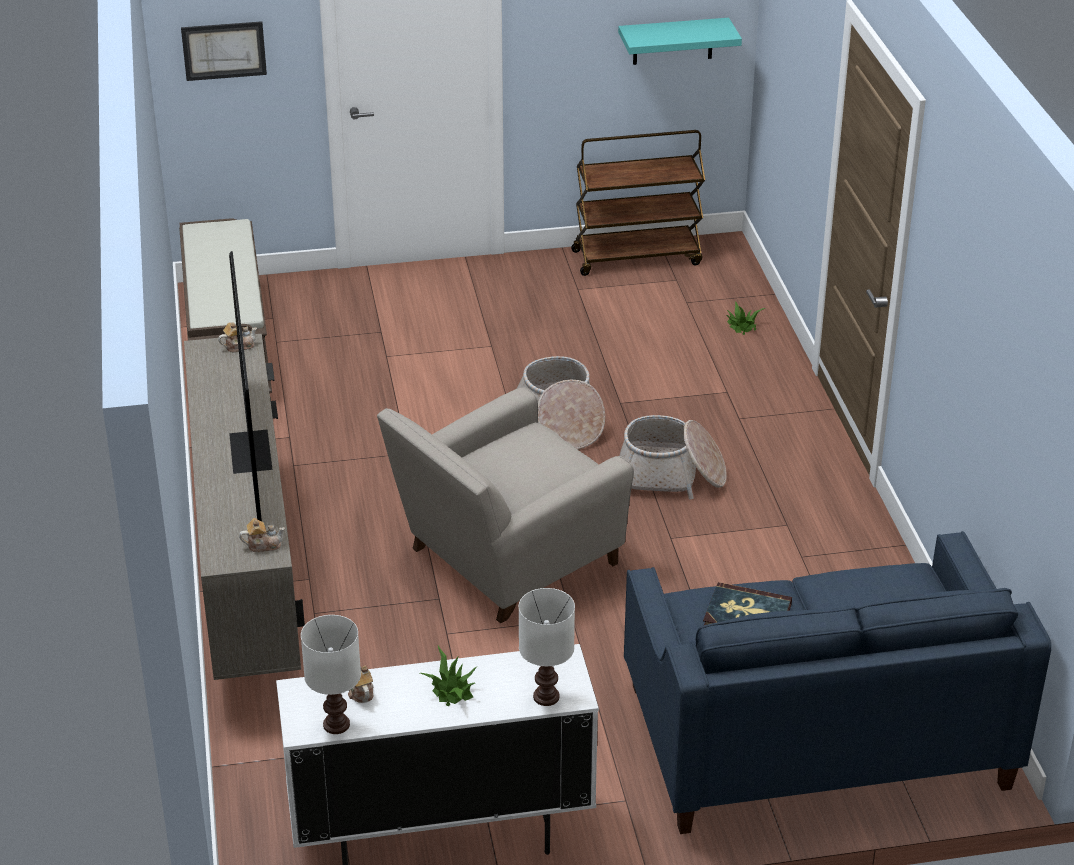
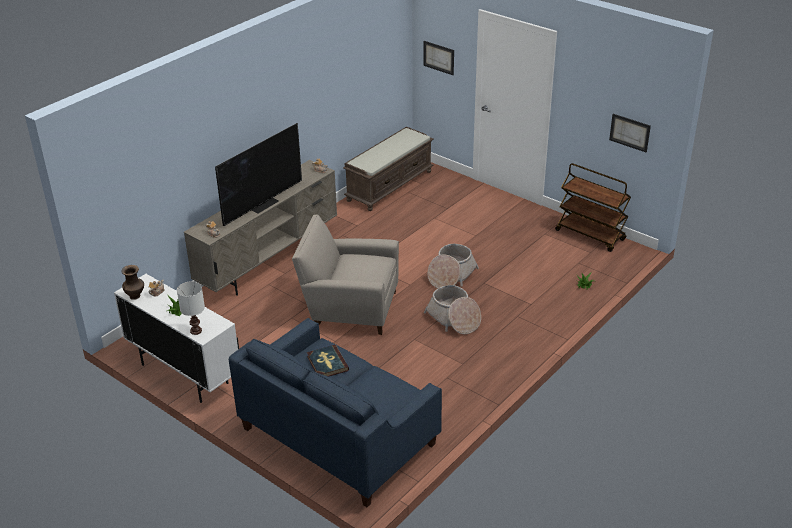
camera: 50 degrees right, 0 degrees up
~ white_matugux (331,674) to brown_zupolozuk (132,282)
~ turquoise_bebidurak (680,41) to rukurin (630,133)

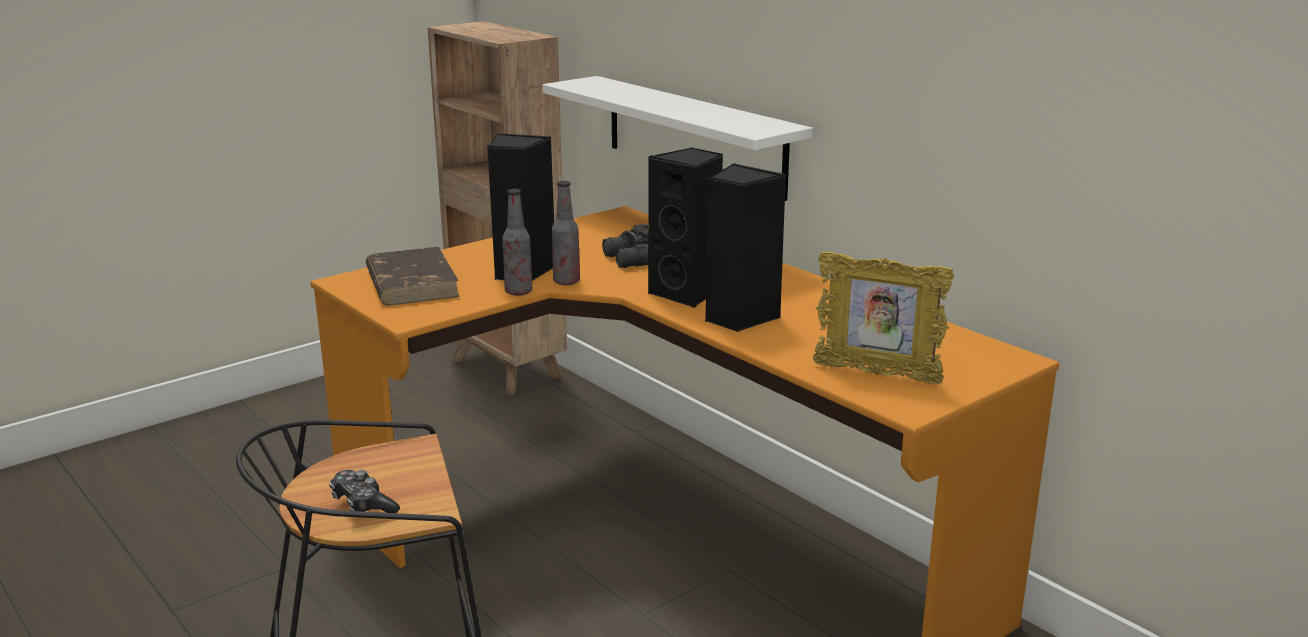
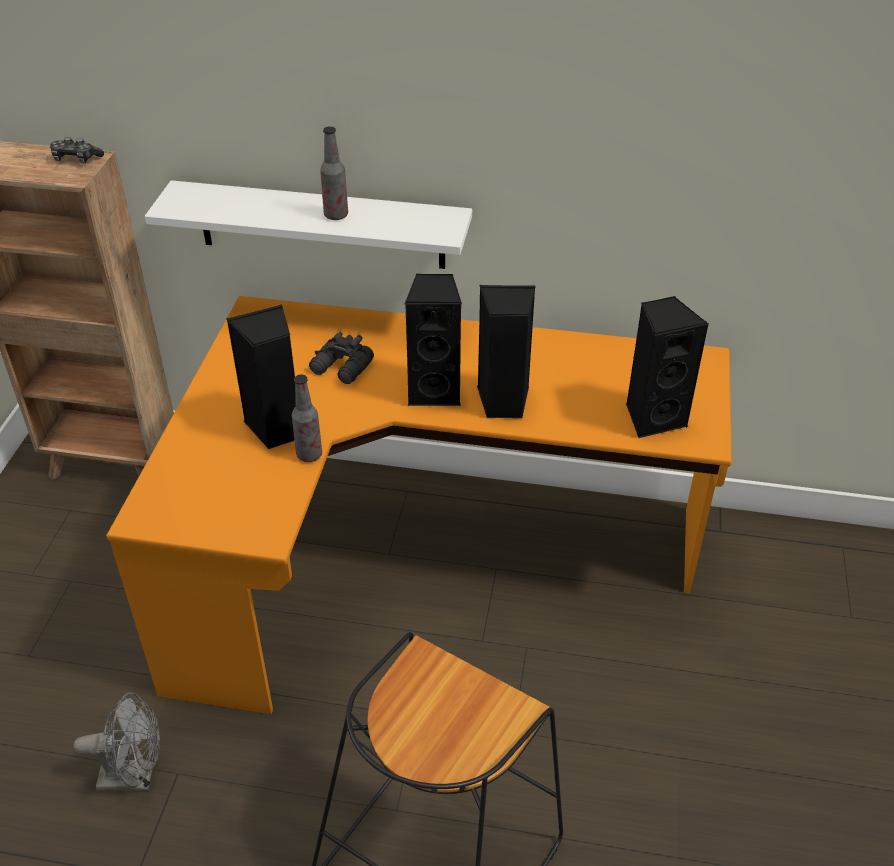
camera: 40 degrees left, 20 degrees up
~ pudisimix (364,491) to (77,150)
+ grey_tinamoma (117,741)
~ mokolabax (566,233) to (334,173)
~ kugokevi (883,317) to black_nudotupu (667,367)
- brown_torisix (413,276)

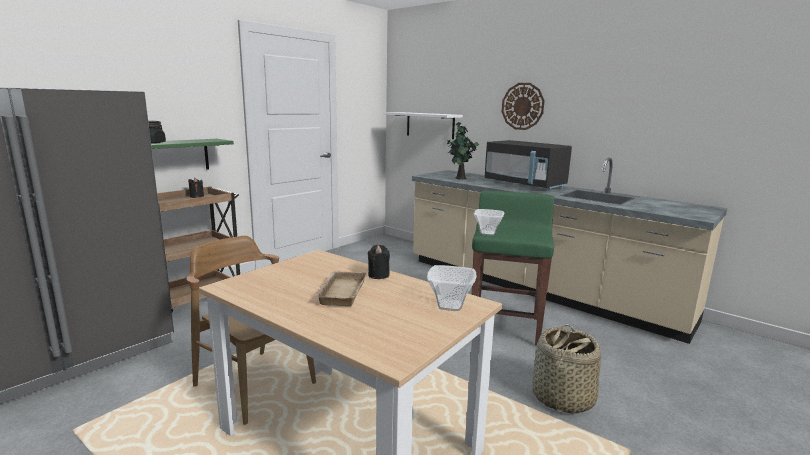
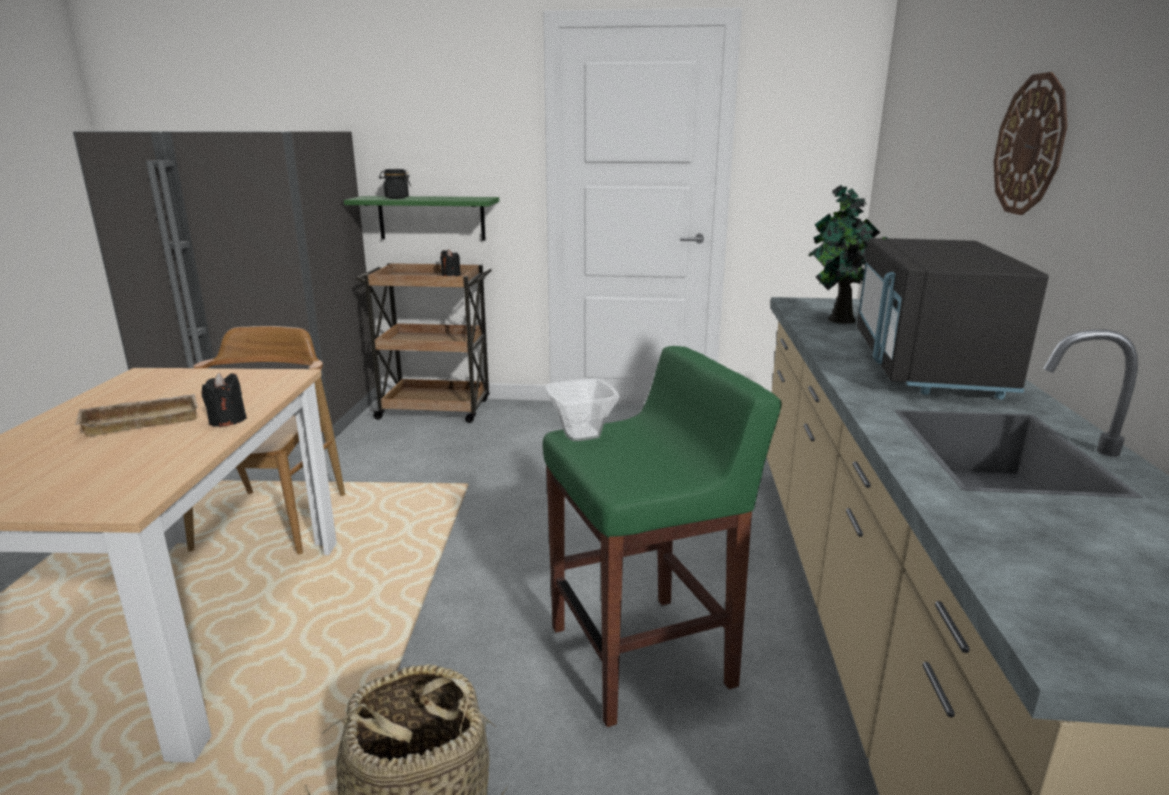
camera: 55 degrees right, 5 degrees up
- white_bebidurak (424,125)
- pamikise (452,288)

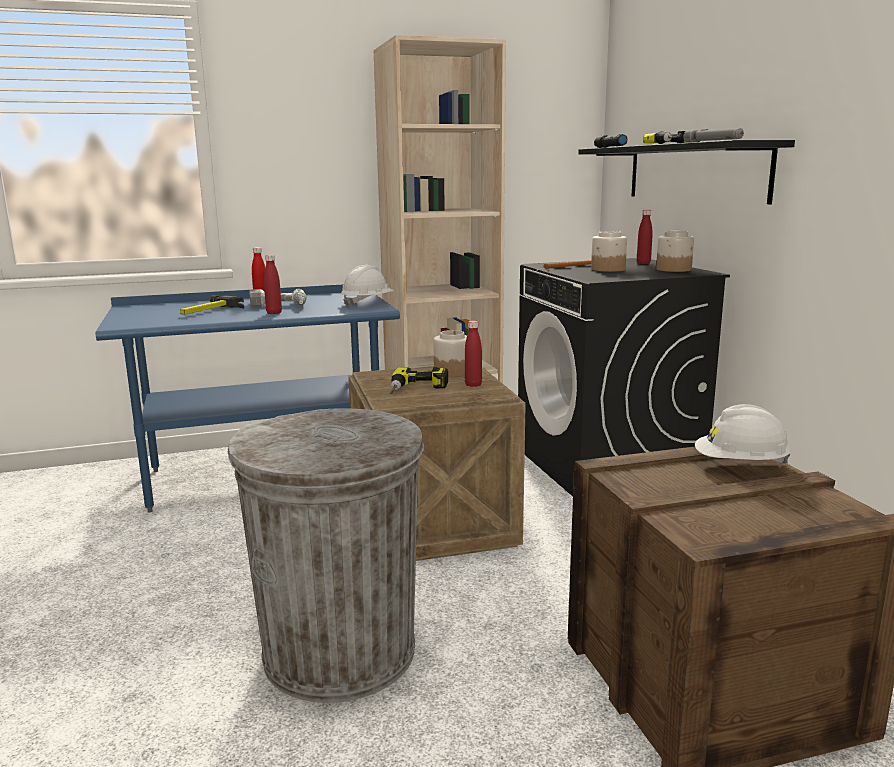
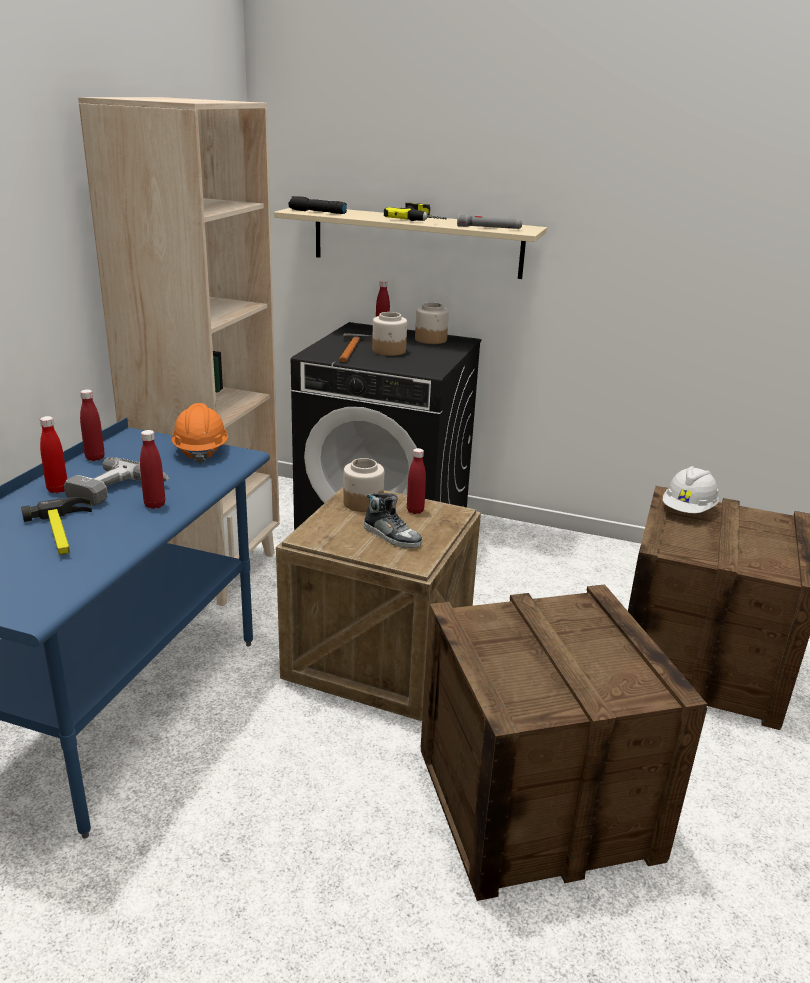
camera: 55 degrees left, 10 degrees up
+ red_mokolabax (92,425)
~ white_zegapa (367,286) to orange_zegapa (200,433)
~ black_bebidurak (686,172) to beige_bebidurak (410,243)
~ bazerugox (419,380) to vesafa (393,520)
~ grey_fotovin (326,555) to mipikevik (564,743)

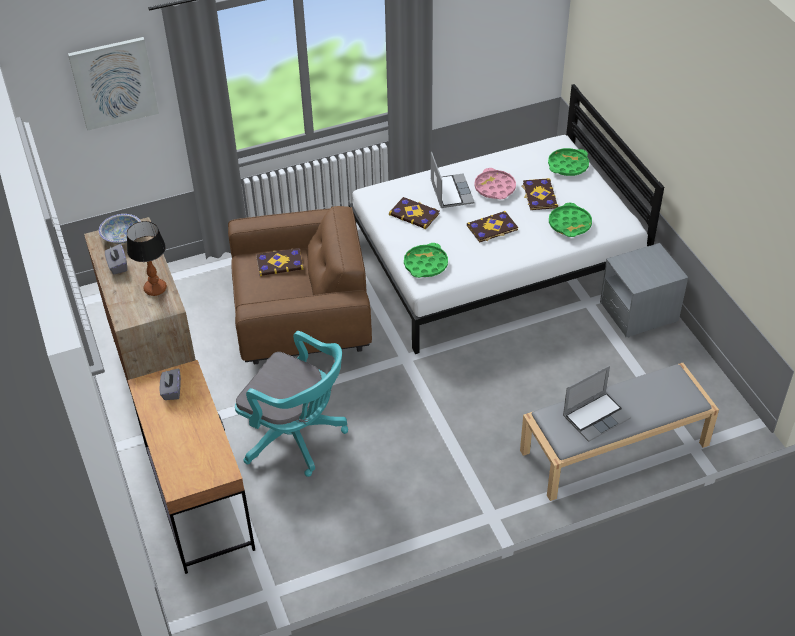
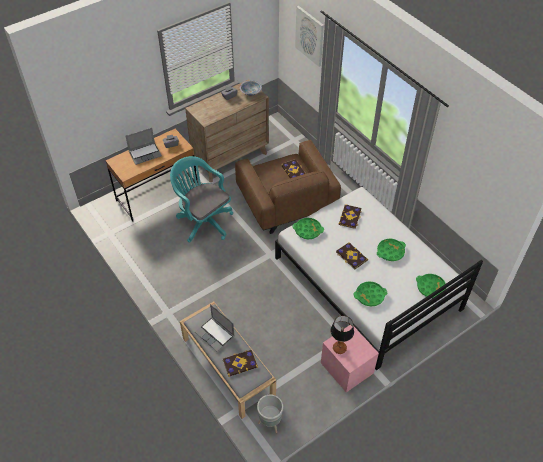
camera: 75 degrees right, 5 degrees up
~ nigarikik (453,179) to (143,146)
~ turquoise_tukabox (291,404) = (201,199) 120 degrees clockwise
~ torisix (539,194) to (240,363)
+ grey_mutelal (270,414)
~ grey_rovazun (644,290) to pink_rovazun (350,358)
~ matugux (147,258) to (342,335)
~ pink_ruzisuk (495,183) to green_ruzisuk (391,250)

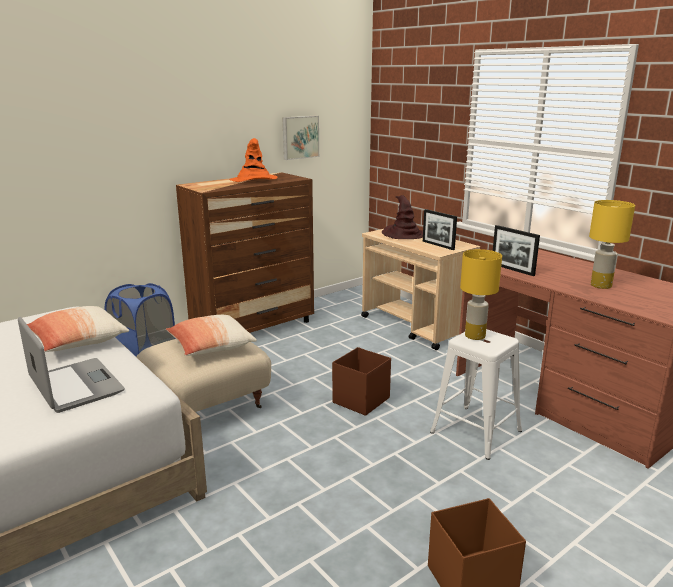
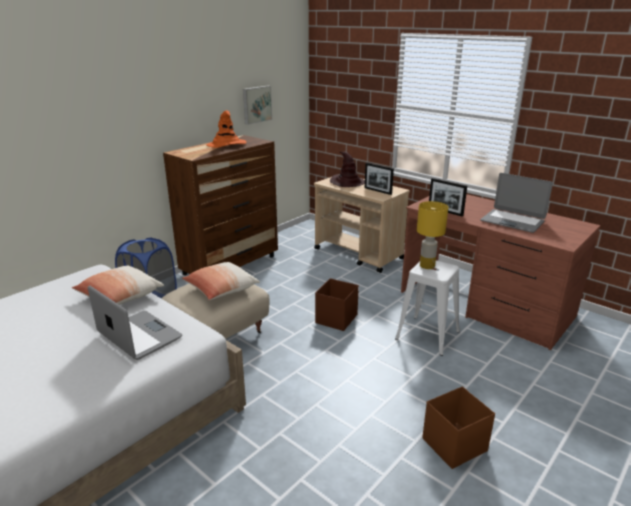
camera: 10 degrees left, 5 degrees up
~ yellow_matugux (612,244) to nigarikik (516,203)

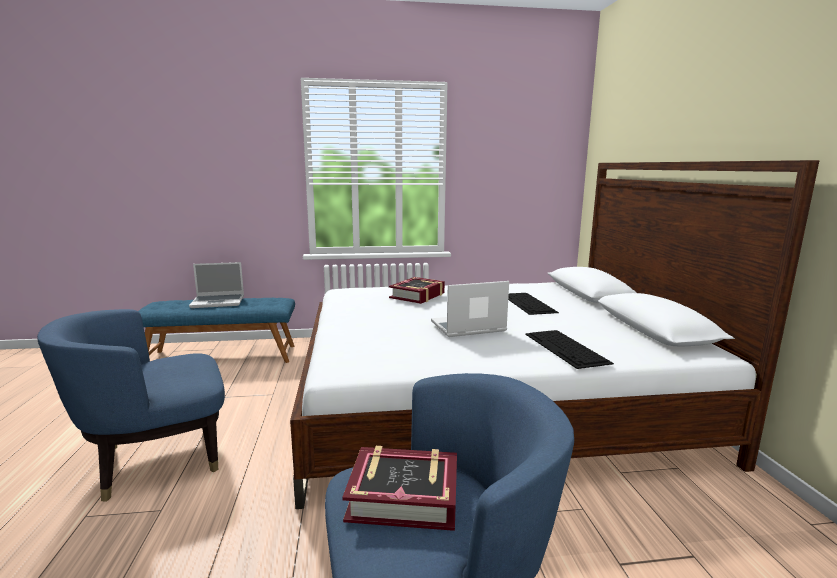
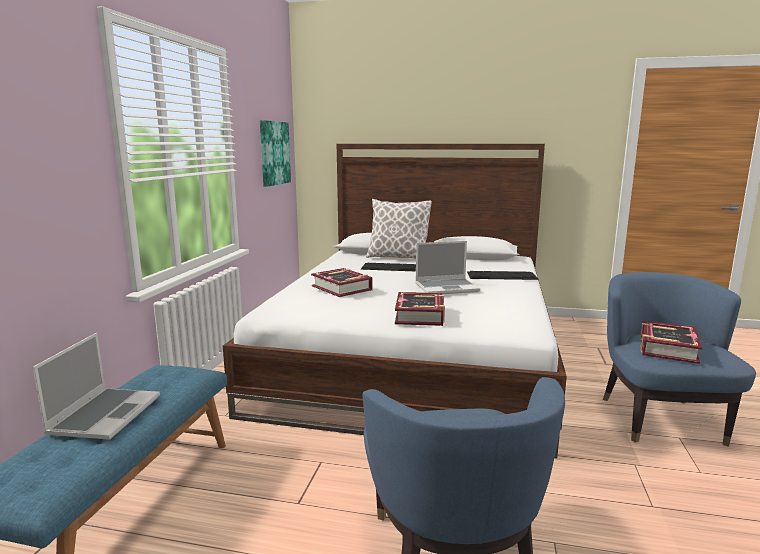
camera: 70 degrees left, 0 degrees up
+ rukurin (275,153)
+ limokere (399,229)
+ torisix (420,309)
~ nigarikik (470,309) = (447,267) 105 degrees counterclockwise

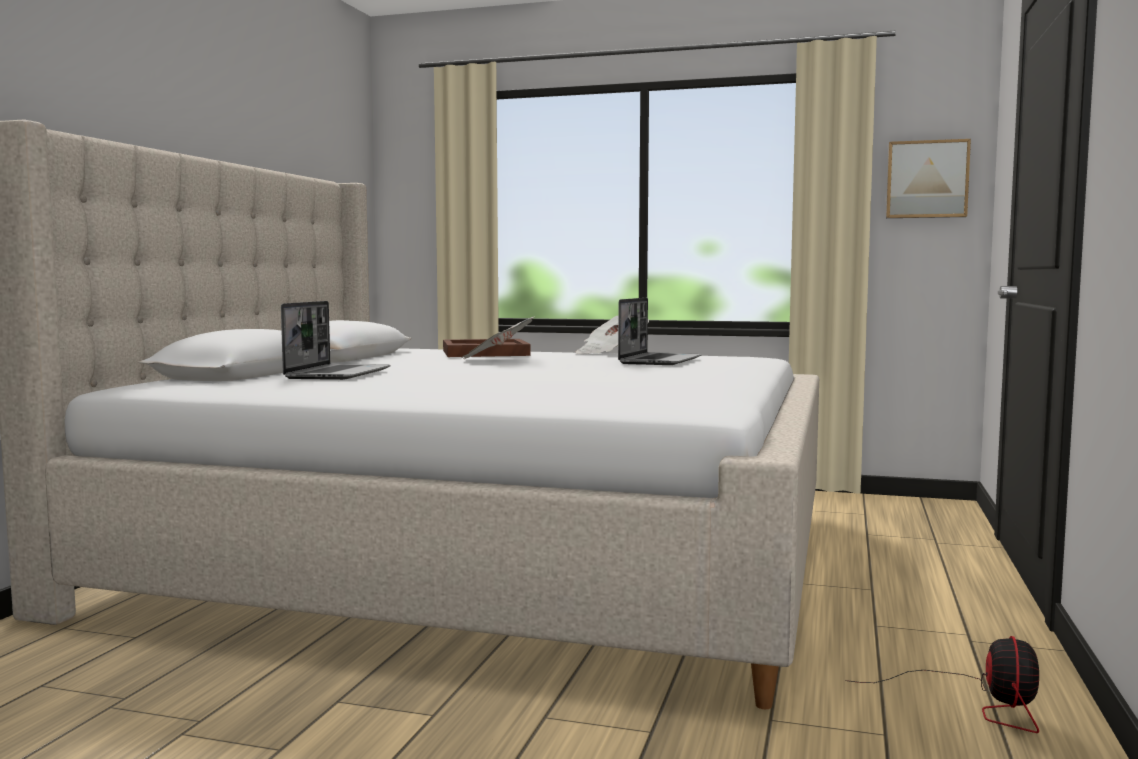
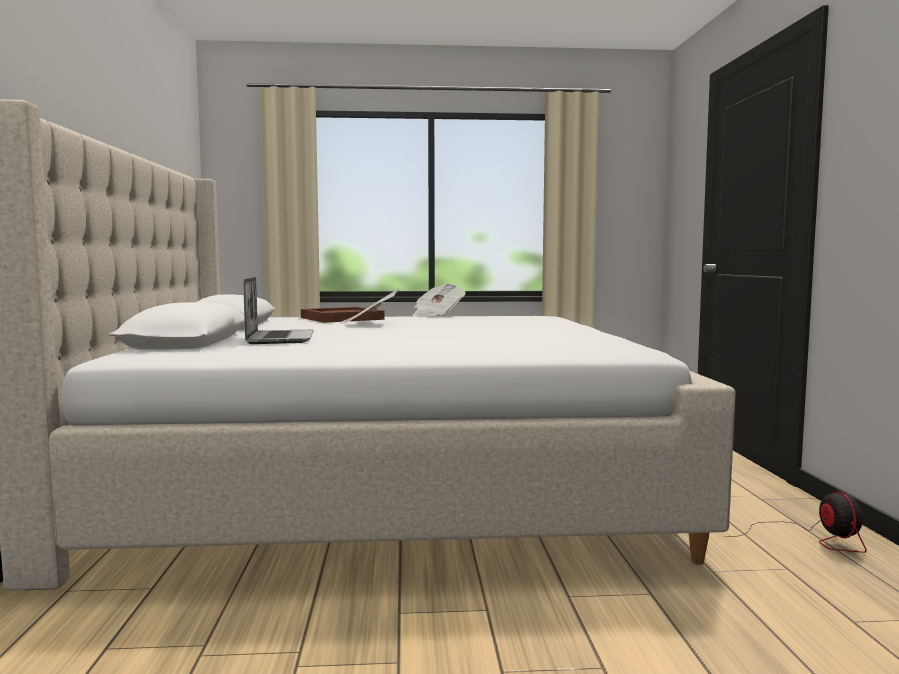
camera: 20 degrees left, 0 degrees up
- nigarikik (660,331)
- rukurin (928,178)

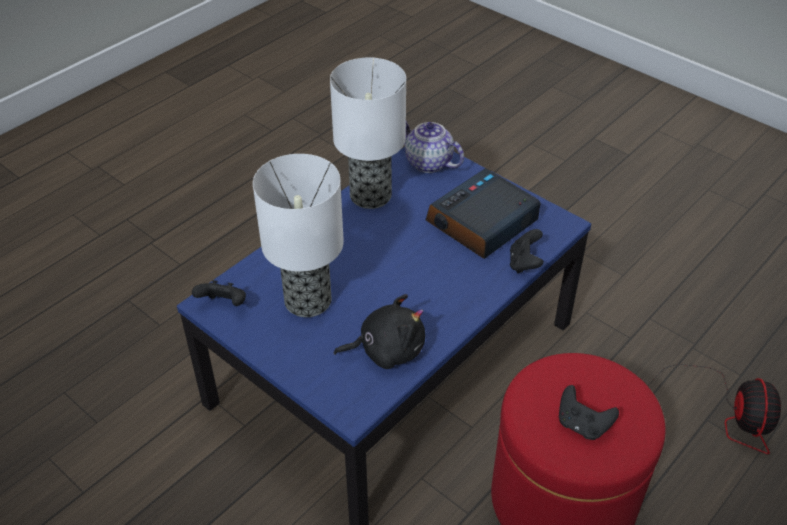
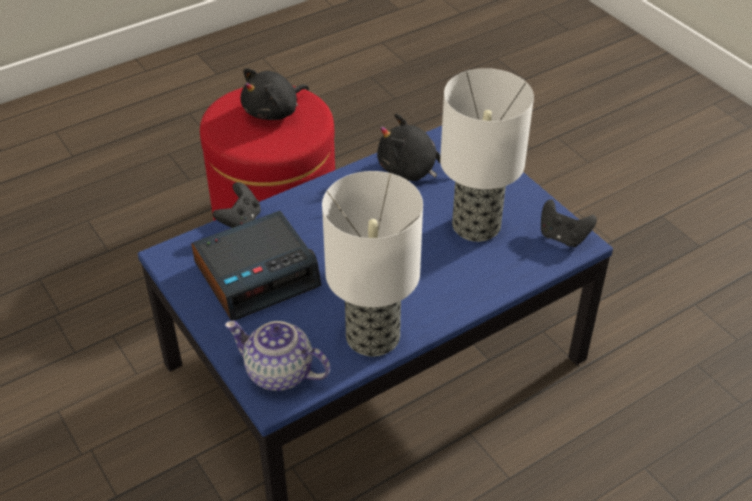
camera: 165 degrees left, 0 degrees up
~ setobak (434,147) = (277,356) 150 degrees clockwise
~ black_pudisimix (589,412) to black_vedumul (274,94)
- tinamoma (714,409)

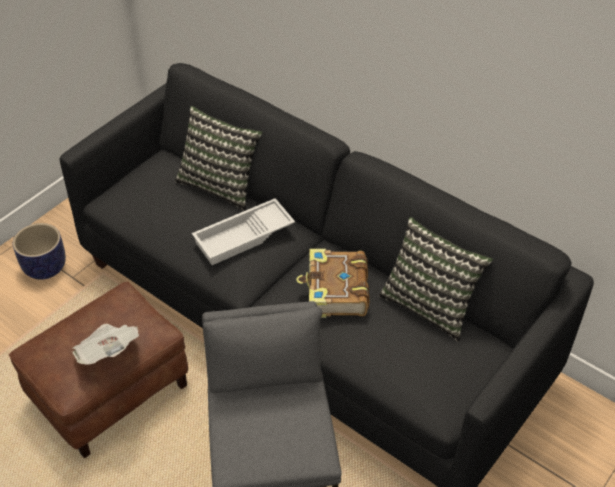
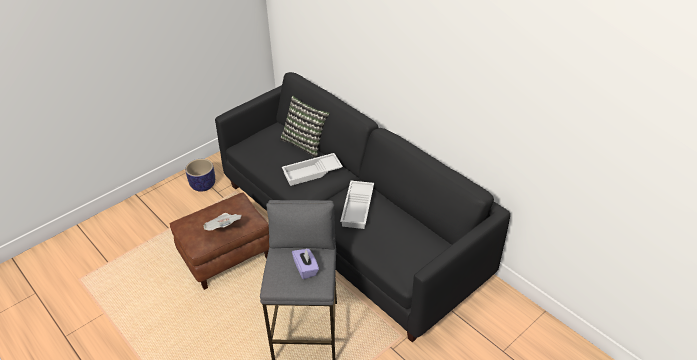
camera: 10 degrees right, 5 degrees down
+ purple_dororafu (305,264)
~ torisix (332,283) to white_ruzisuk (357,205)
- limokere (436,279)

